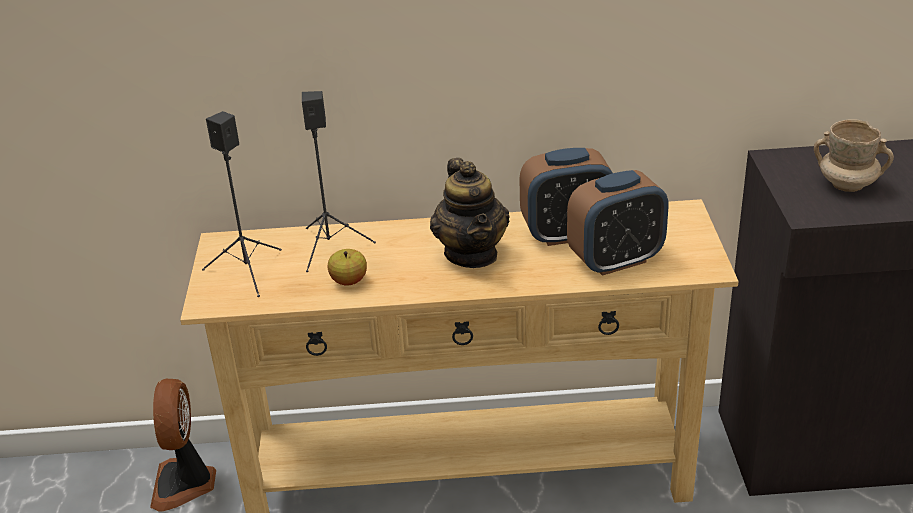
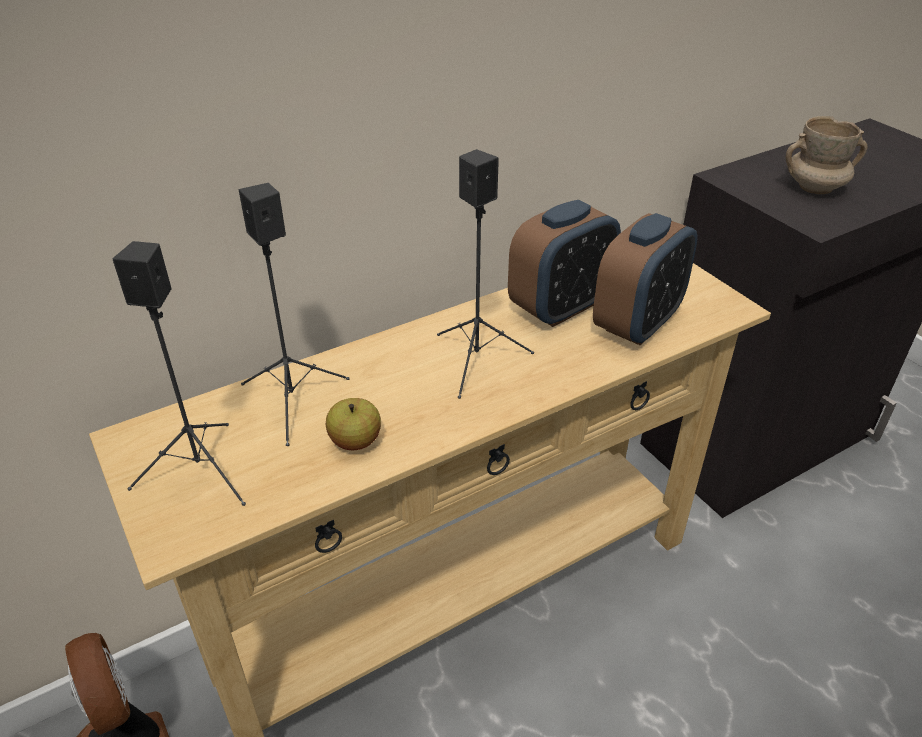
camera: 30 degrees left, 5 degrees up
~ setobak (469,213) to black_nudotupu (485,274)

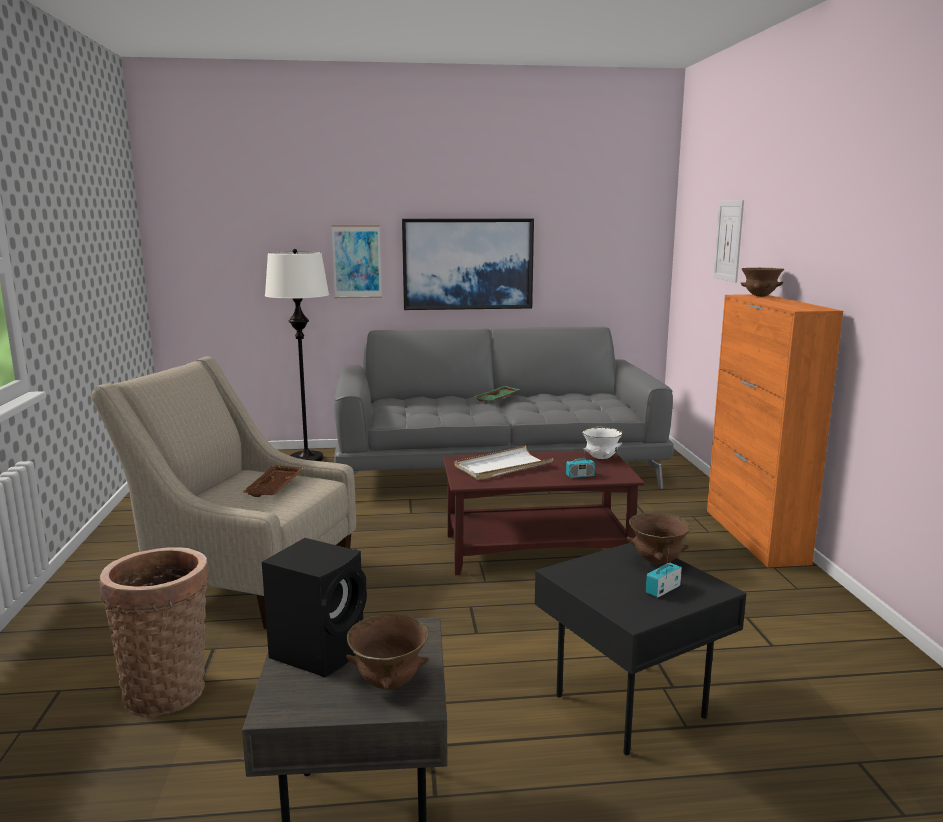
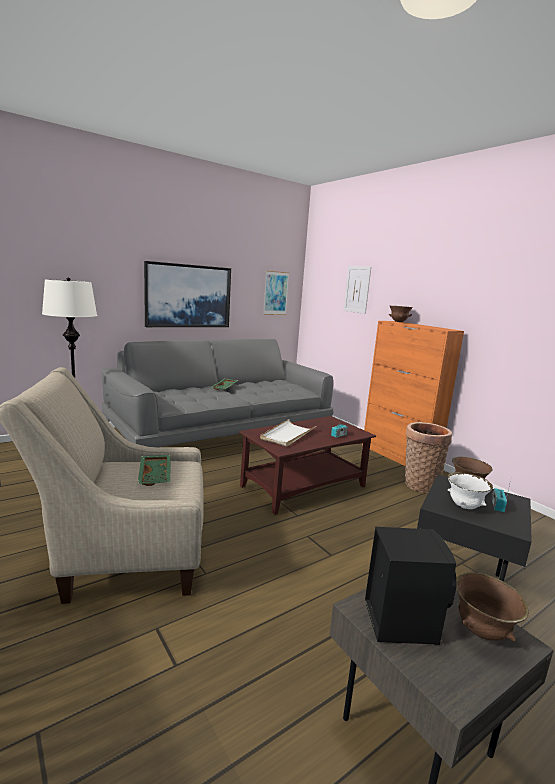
camera: 30 degrees left, 0 degrees up
~ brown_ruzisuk (273,481) to green_ruzisuk (154,470)
~ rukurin (357,261) to (276,293)
~ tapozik (154,632) to (428,457)
~ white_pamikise (602,443) to (470,490)

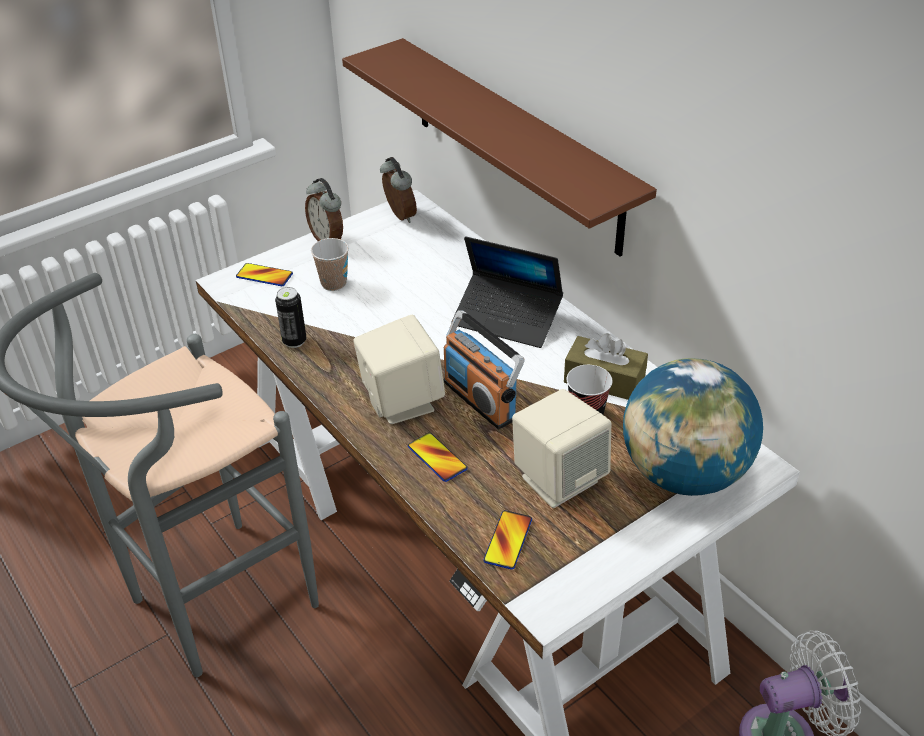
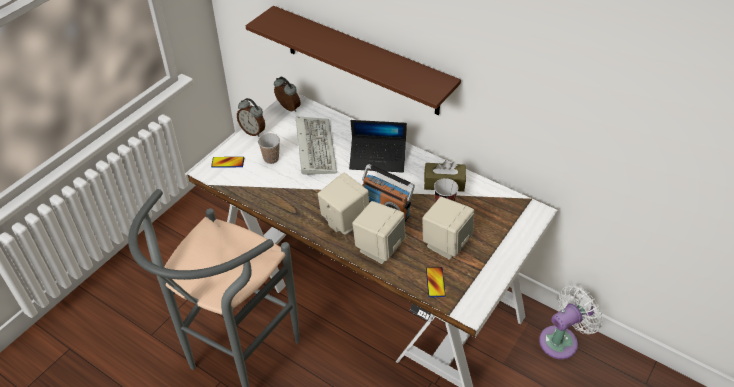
camera: 20 degrees left, 5 degrees up
+ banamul (316,145)
~ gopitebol (438,457) to beige_nudotupu (379,232)
- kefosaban (290,317)
- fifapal (693,427)

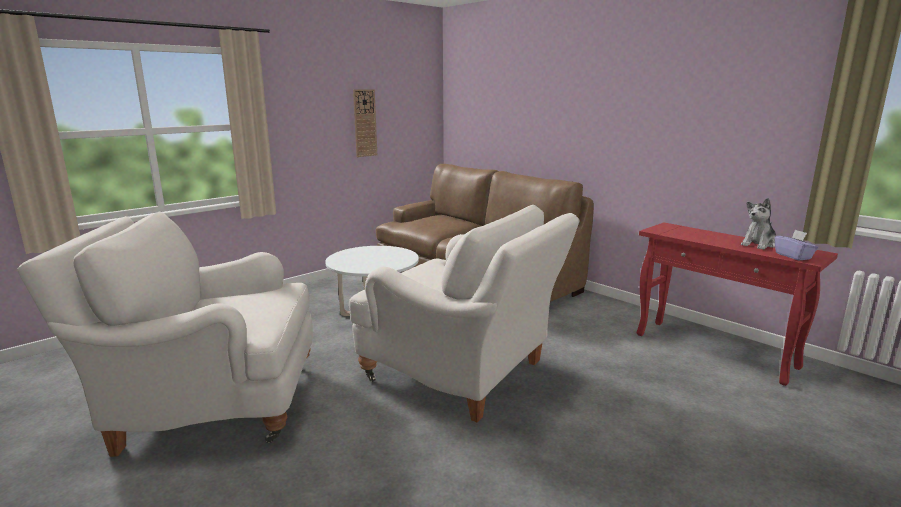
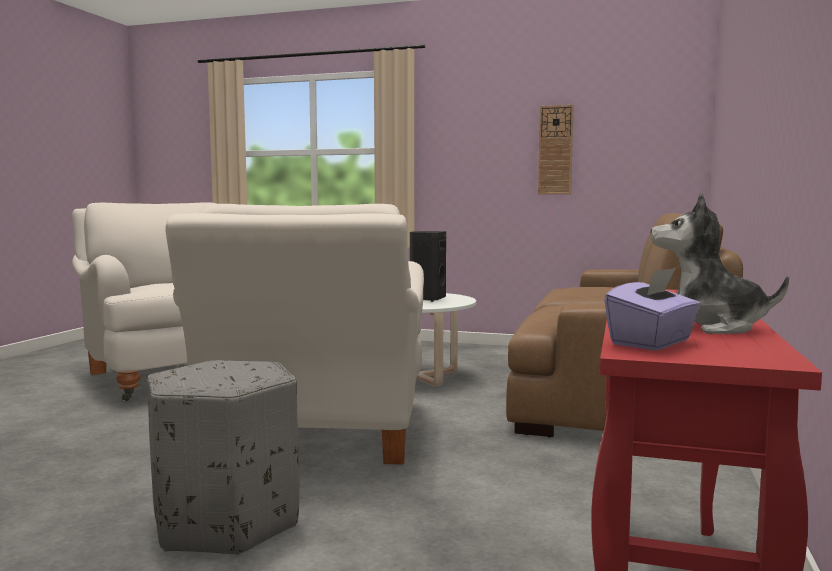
camera: 60 degrees right, 10 degrees down
+ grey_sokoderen (223,457)
+ black_nudotupu (428,266)

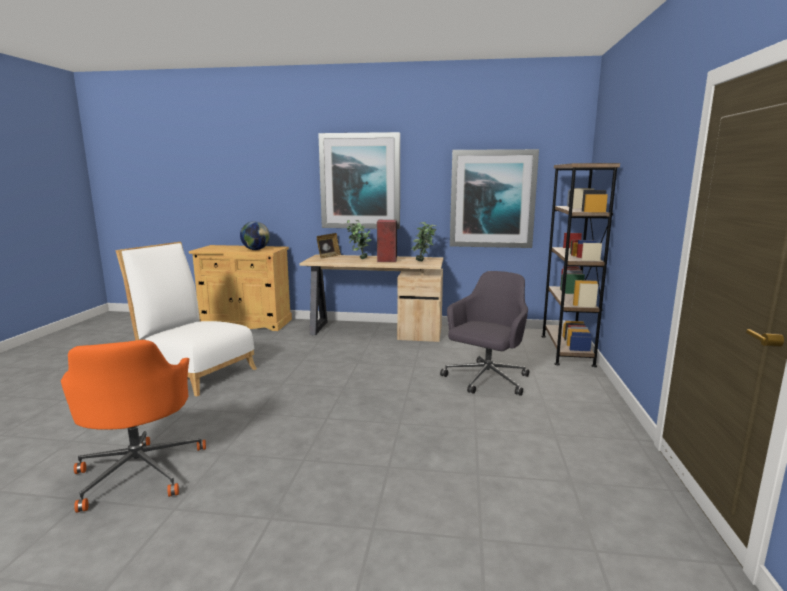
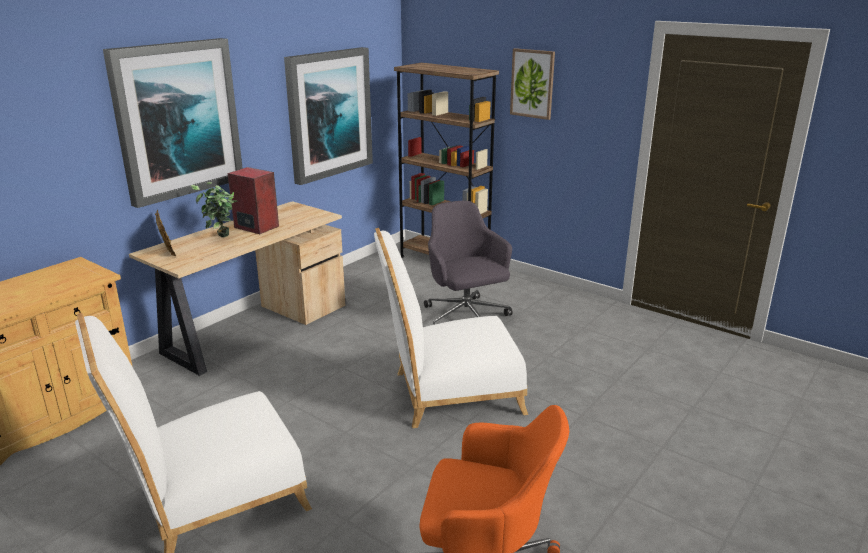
camera: 60 degrees left, 10 degrees up
+ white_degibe (451,328)
+ rukurin (532,84)
- fifapal (255,235)
- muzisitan (424,242)

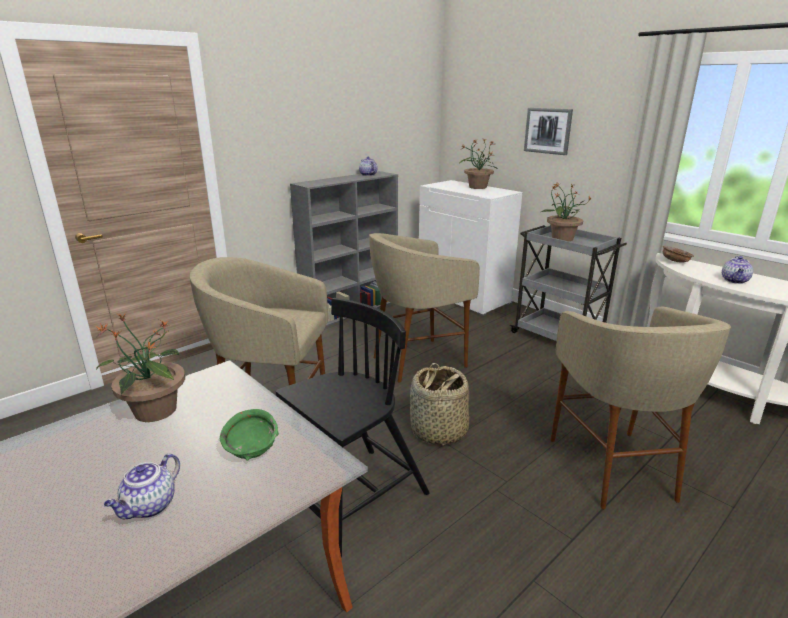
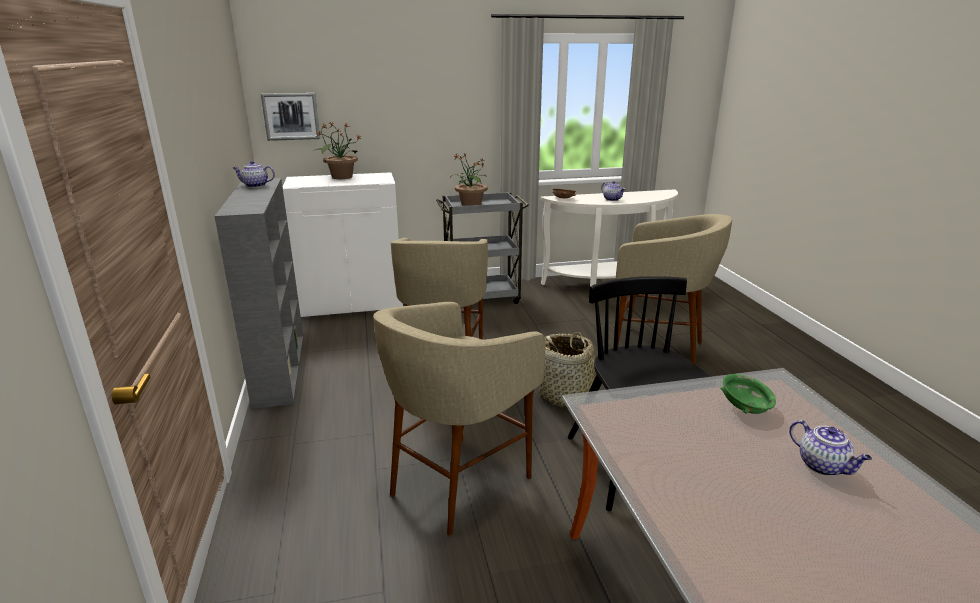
camera: 60 degrees left, 0 degrees up
~ rukurin (548,131) to (290,117)
- muzisitan (140,367)

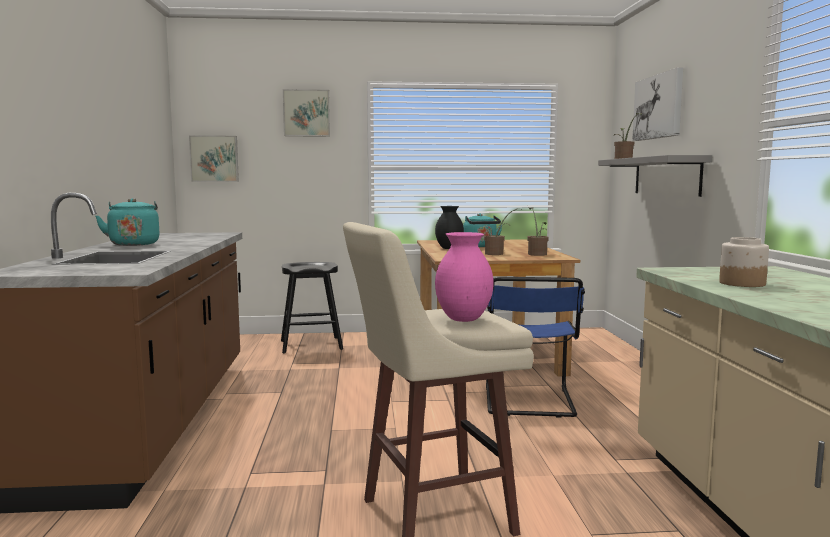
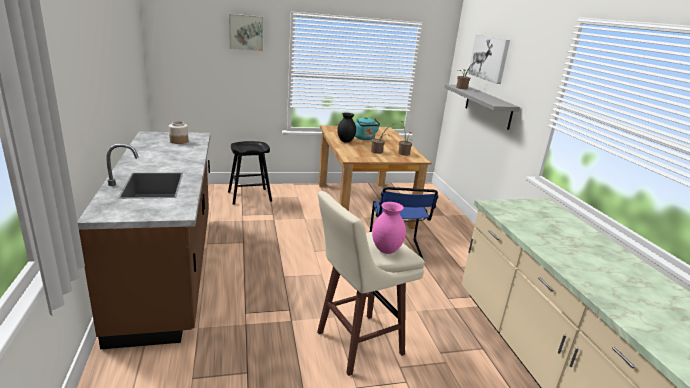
camera: 10 degrees left, 15 degrees up
~ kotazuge (744,262) to (178,132)
- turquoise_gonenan (127,222)
- rukurin (214,158)

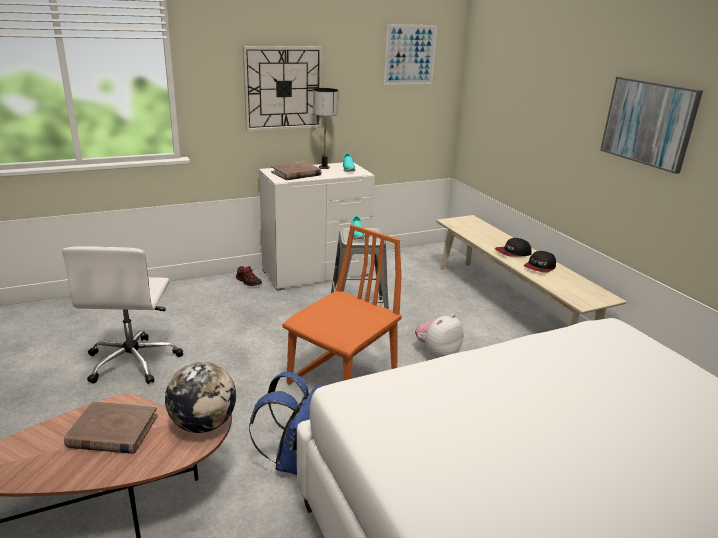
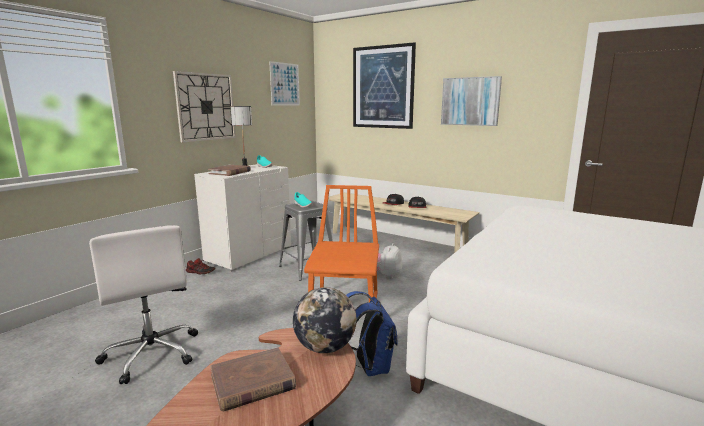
camera: 30 degrees left, 10 degrees down
+ rukurin (384,85)

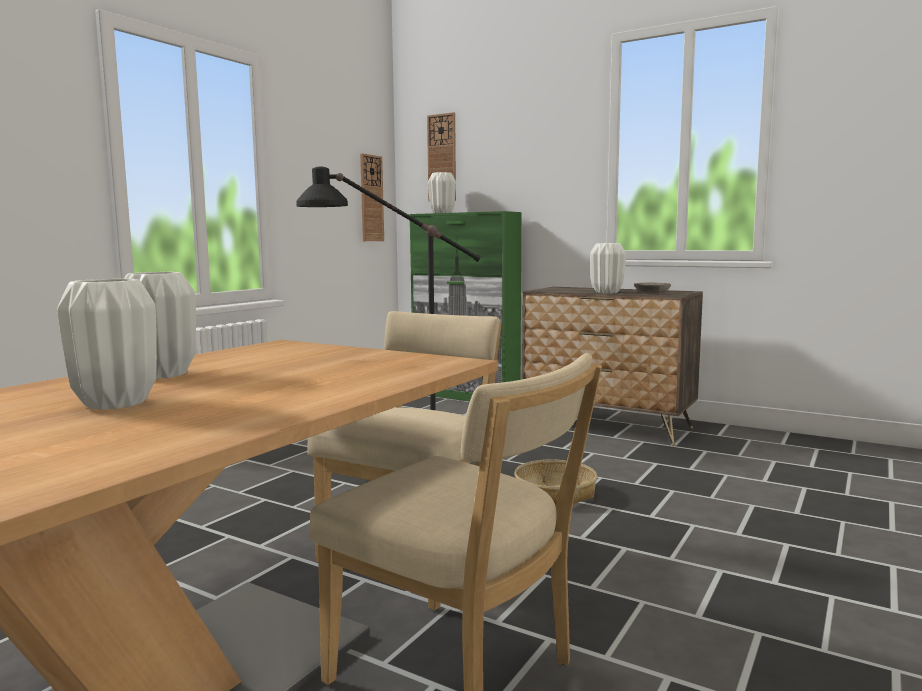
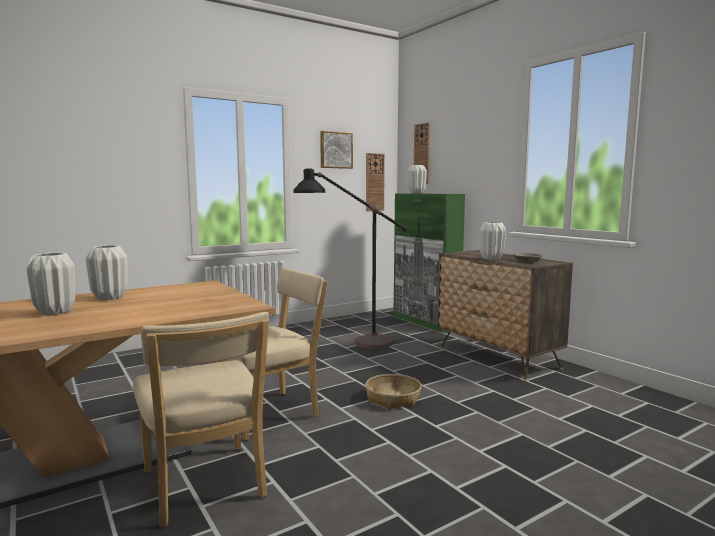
camera: 25 degrees right, 0 degrees up
+ rukurin (336,150)

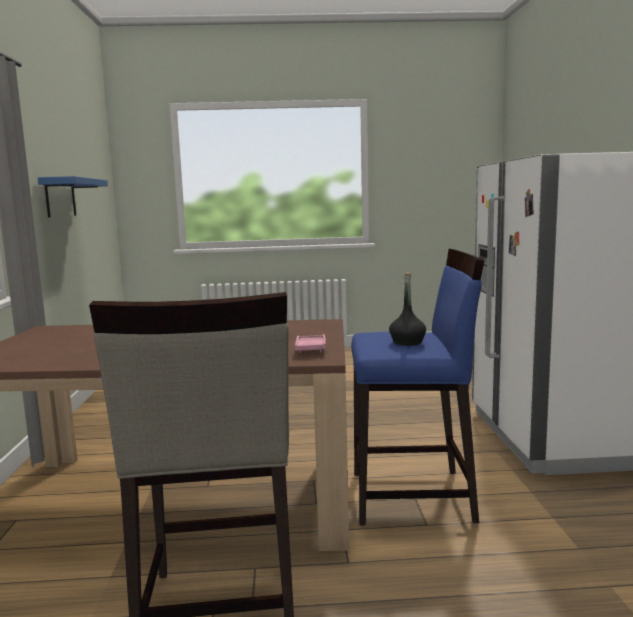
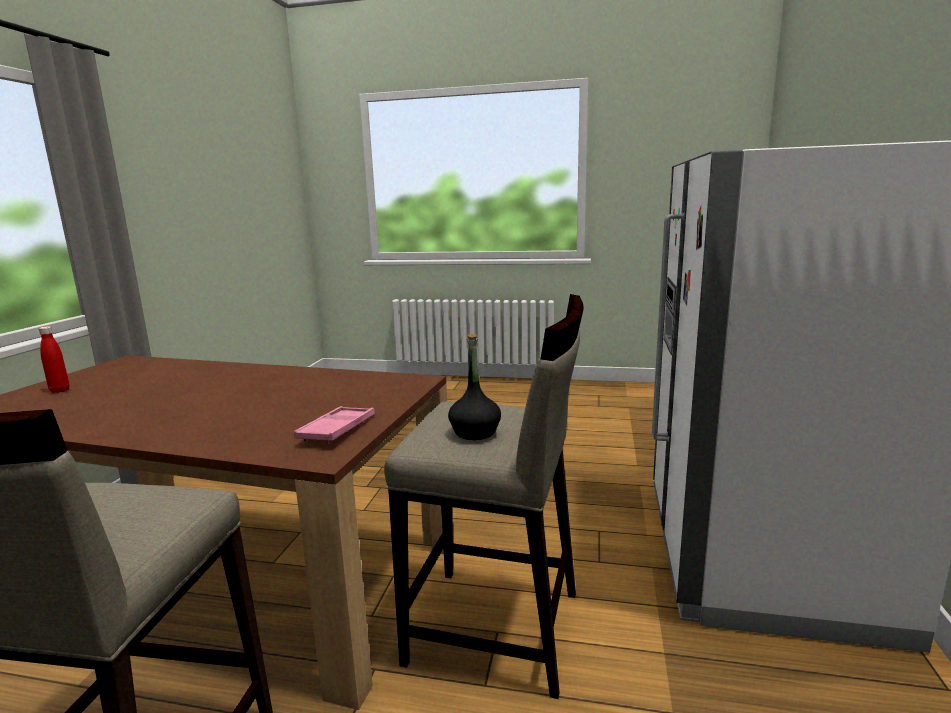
camera: 15 degrees right, 5 degrees up
+ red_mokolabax (54,359)
~ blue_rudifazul (417,387) to beige_rudifazul (484,496)
- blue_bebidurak (73,196)

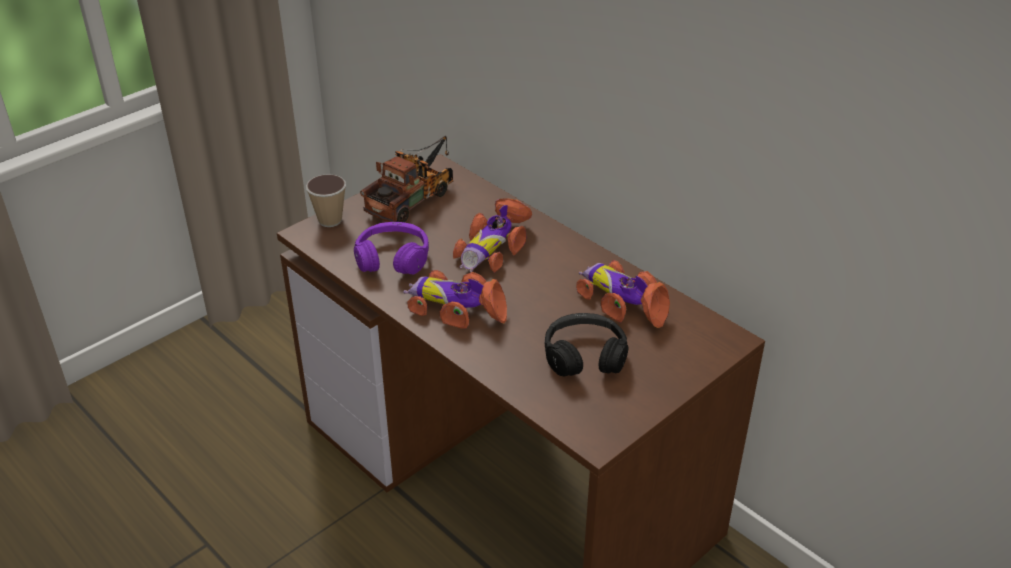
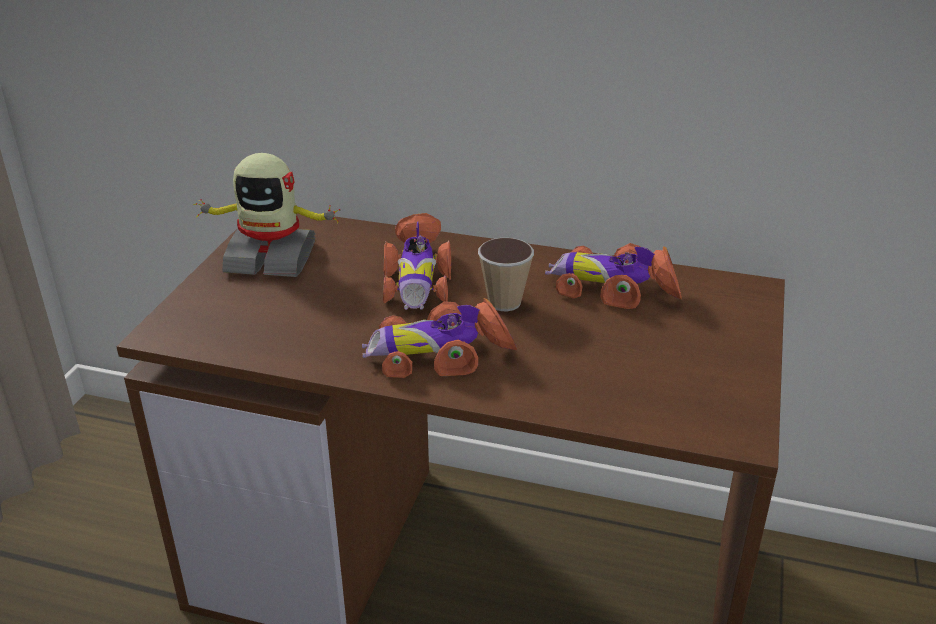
camera: 30 degrees left, 5 degrees down
~ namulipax (407,179) to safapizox (266,215)
~ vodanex (326,200) to (506,274)
- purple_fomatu (391,248)
- black_fomatu (586,344)

